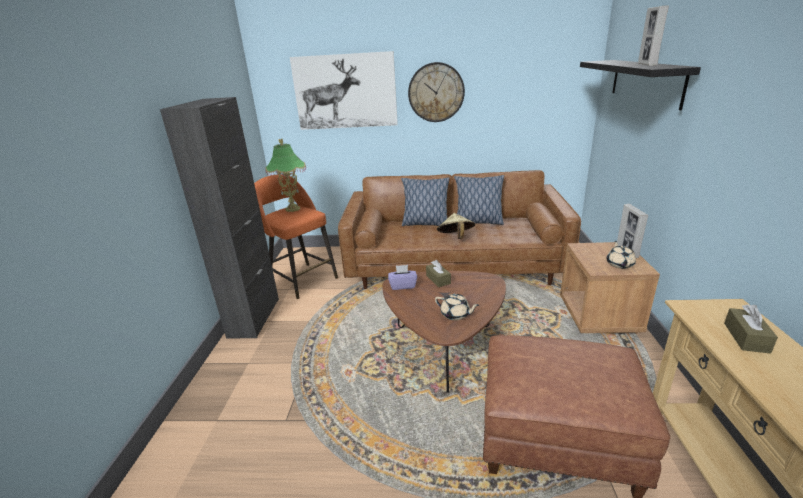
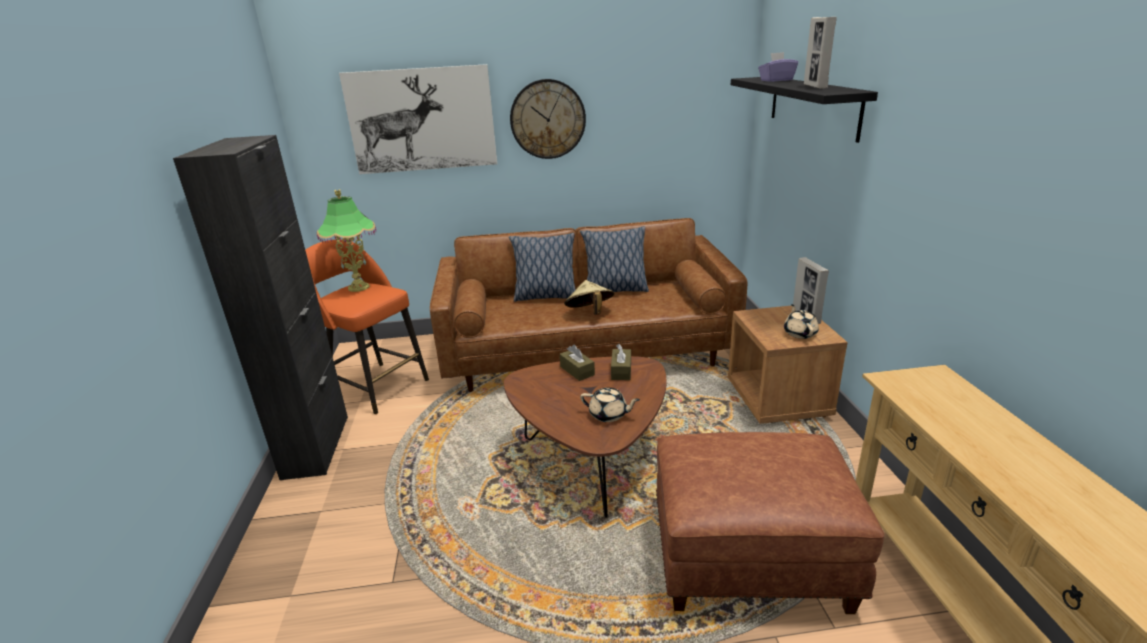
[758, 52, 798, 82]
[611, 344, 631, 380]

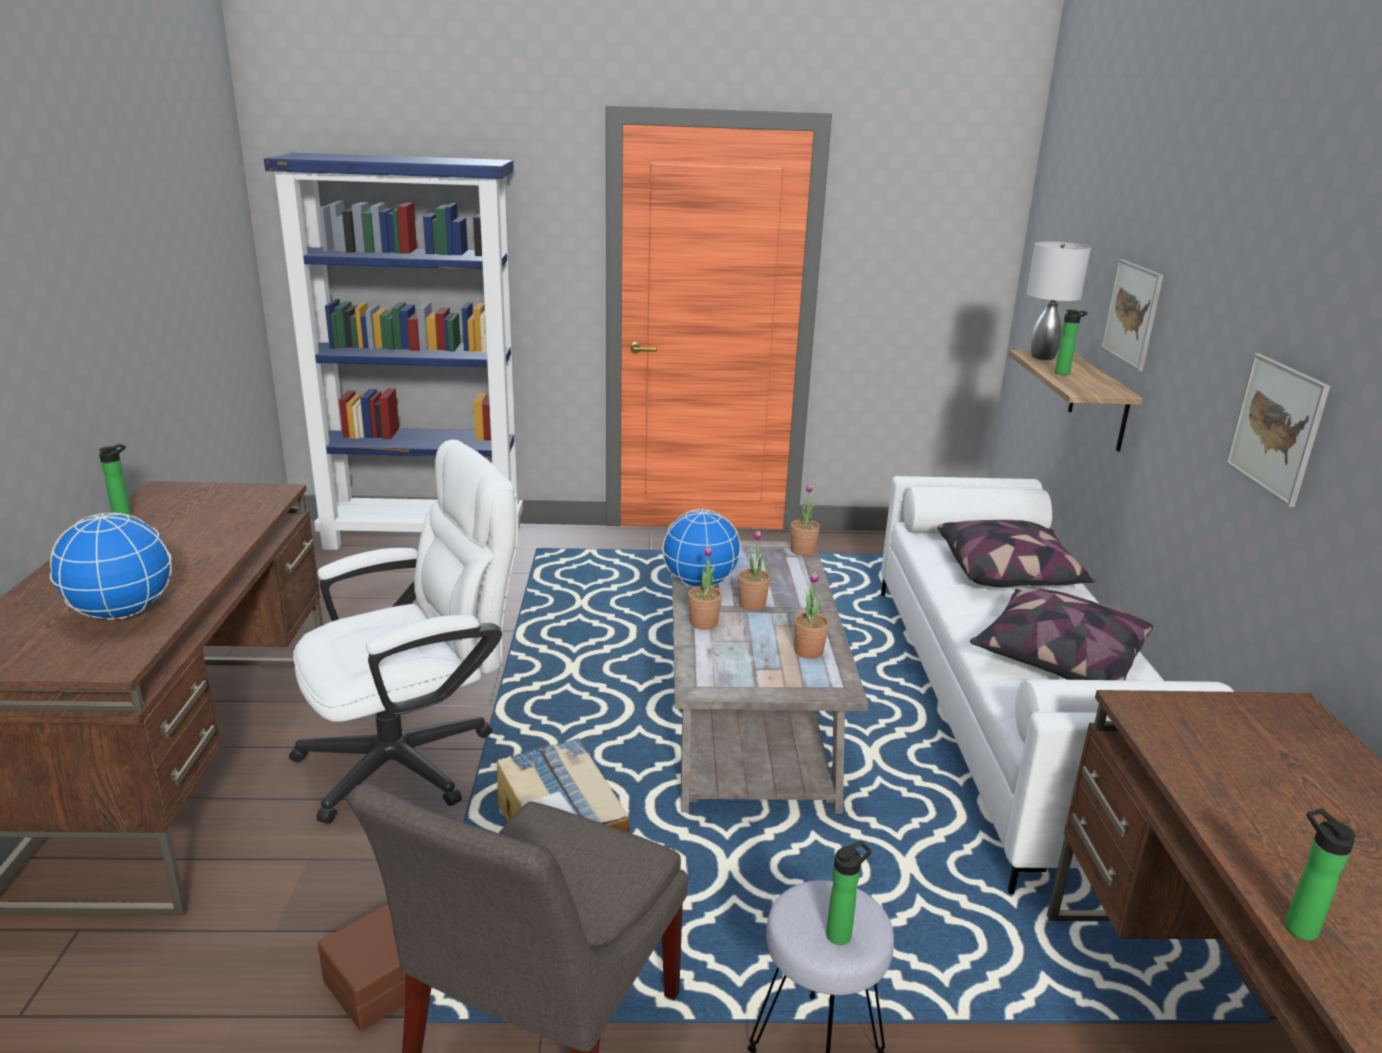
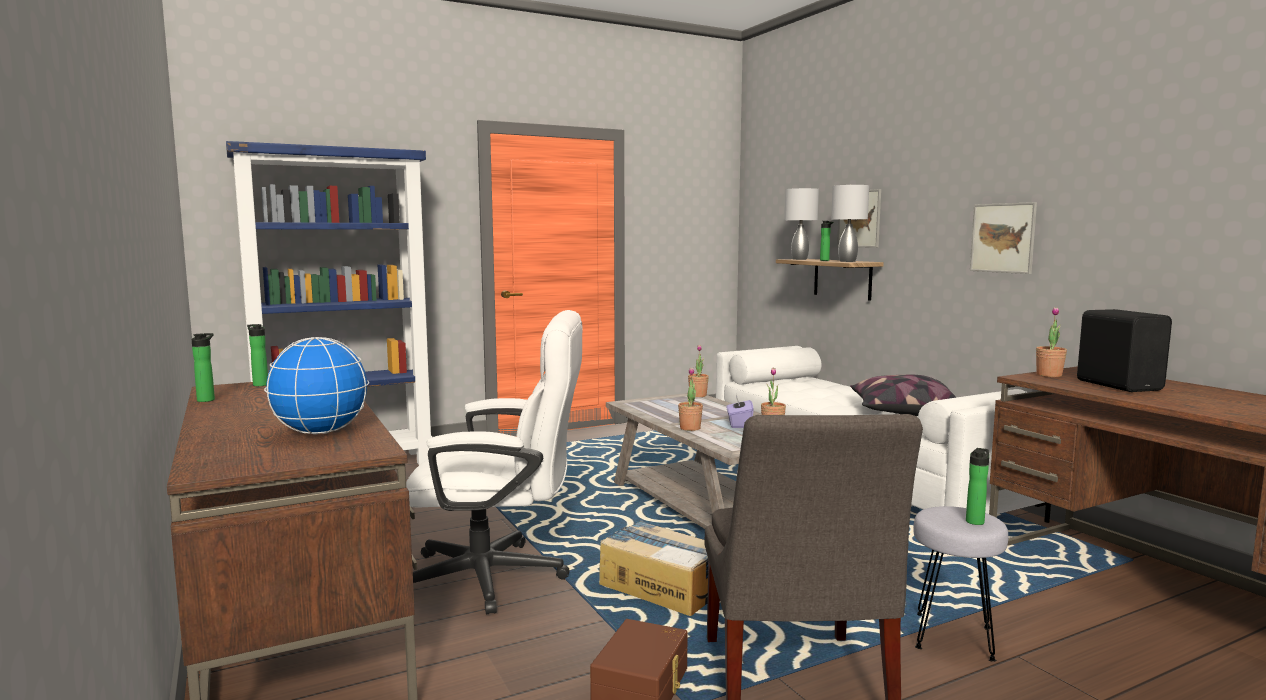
[662, 509, 741, 587] (first image)
[937, 520, 1095, 587] (first image)
[726, 395, 754, 428]
[831, 184, 869, 262]
[1077, 309, 1172, 392]
[1036, 307, 1067, 377]
[247, 324, 268, 386]
[406, 310, 582, 615]

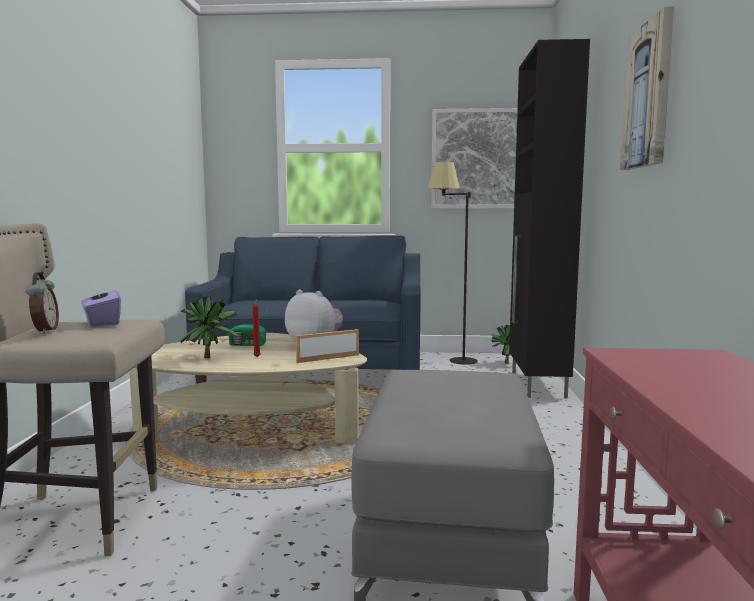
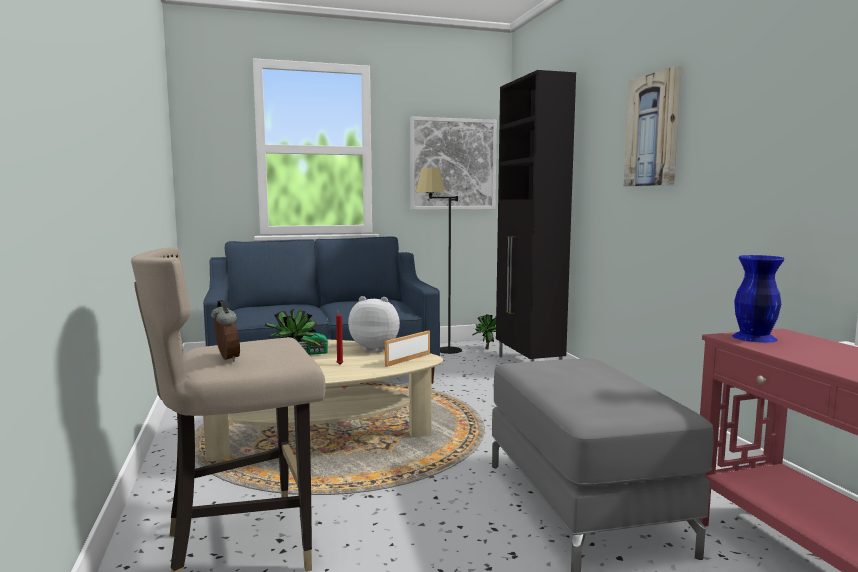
[81, 281, 121, 327] (first image)
[732, 255, 785, 343]

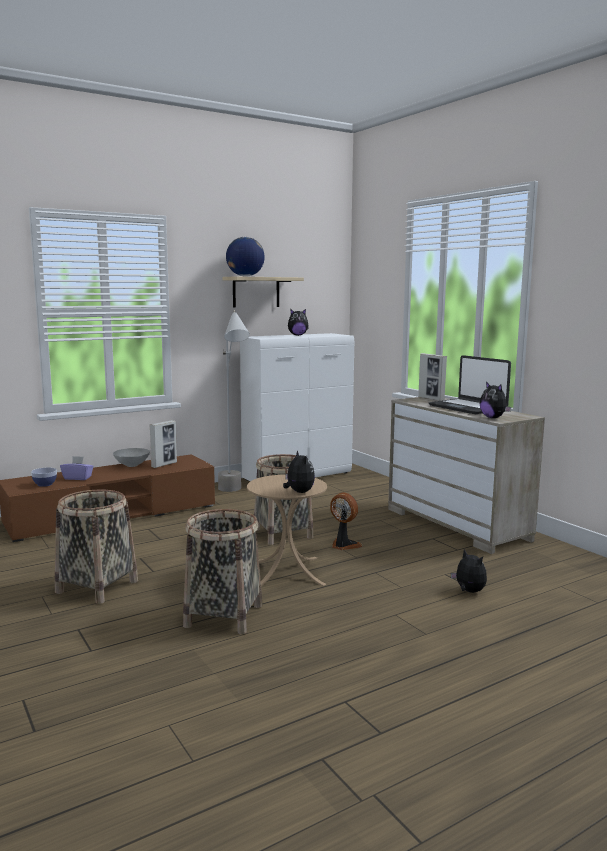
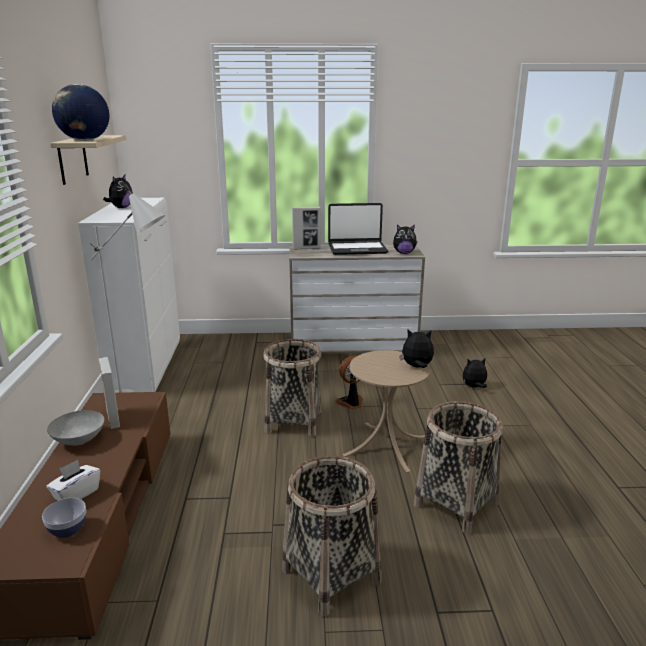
[47, 460, 100, 501]

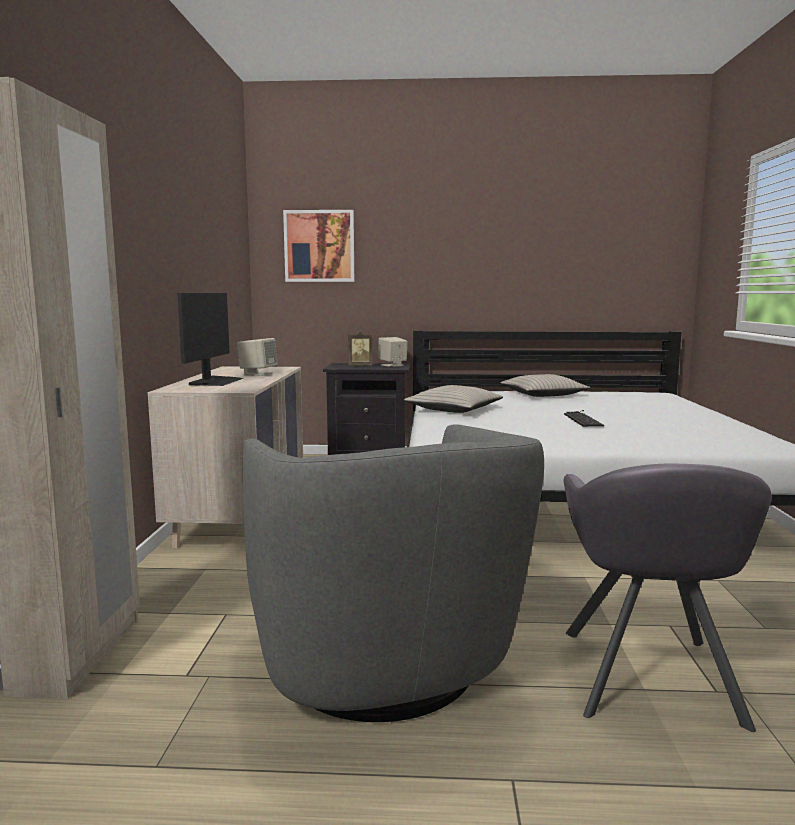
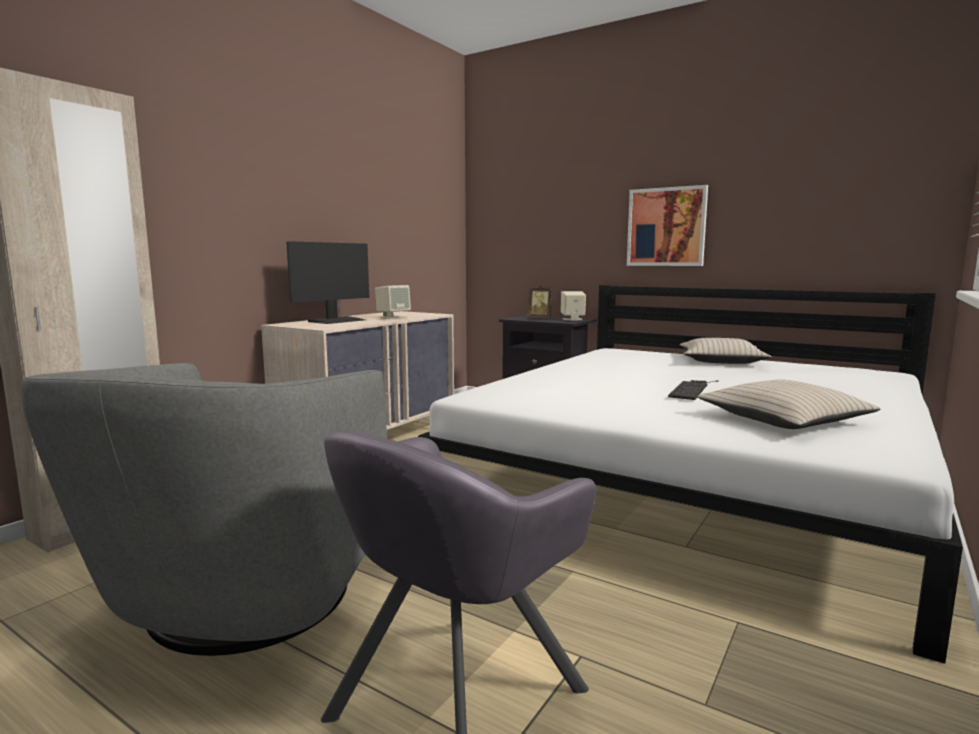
[627, 185, 708, 266]
[697, 379, 881, 429]

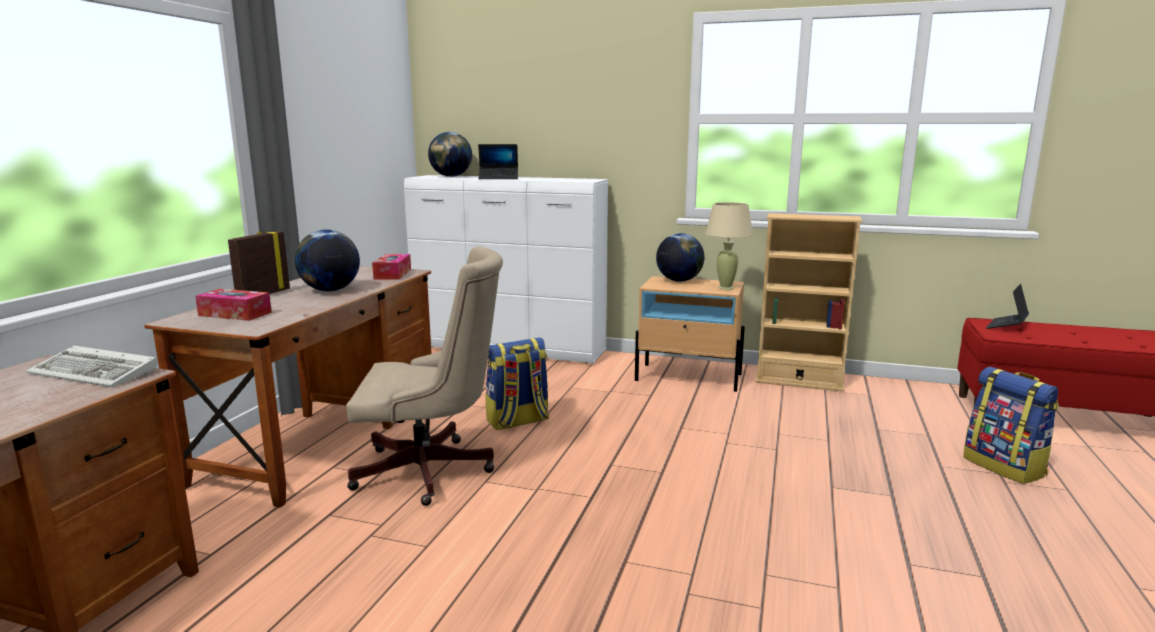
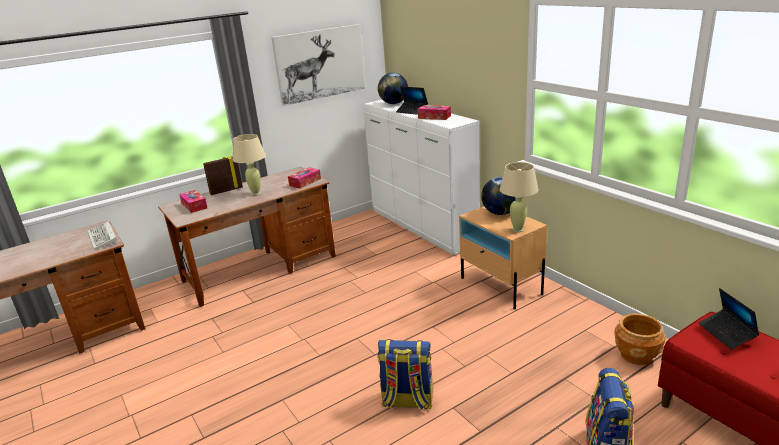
[346, 247, 503, 506] (first image)
[755, 213, 862, 392] (first image)
[271, 24, 365, 106]
[418, 105, 451, 120]
[615, 313, 665, 365]
[378, 339, 433, 411]
[233, 134, 266, 195]
[698, 288, 759, 349]

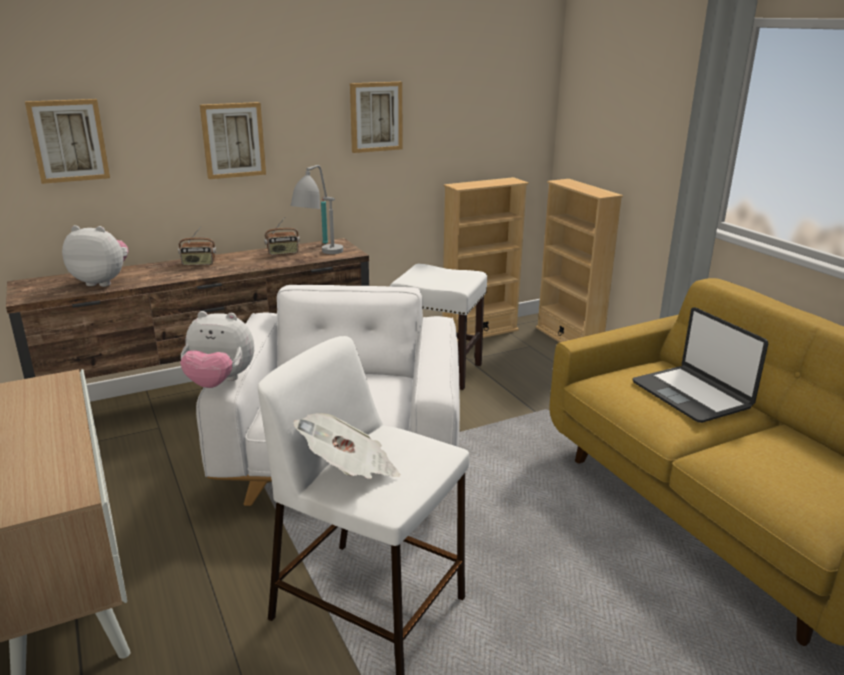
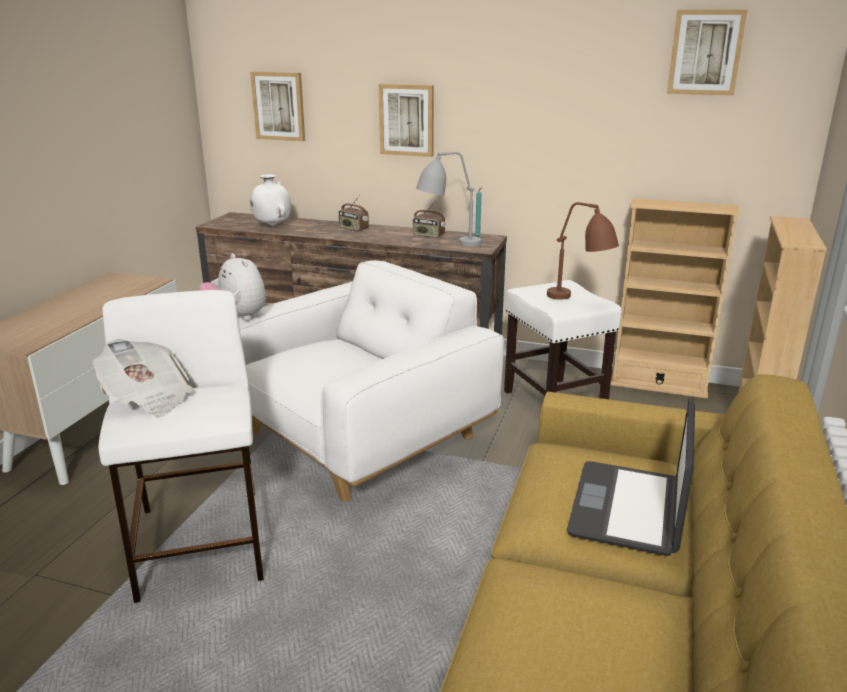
[547, 202, 619, 300]
[667, 10, 748, 96]
[250, 174, 291, 226]

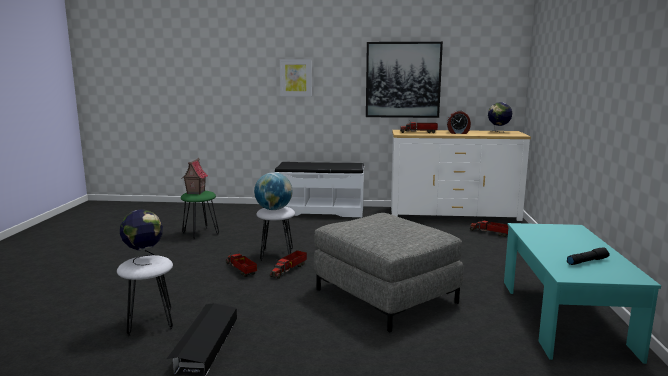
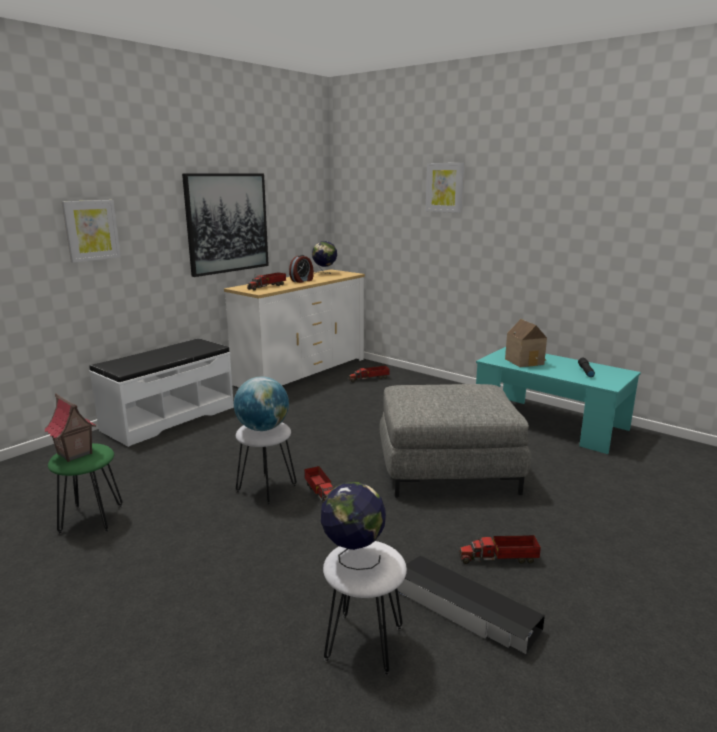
[425, 163, 464, 213]
[505, 319, 547, 367]
[459, 534, 541, 564]

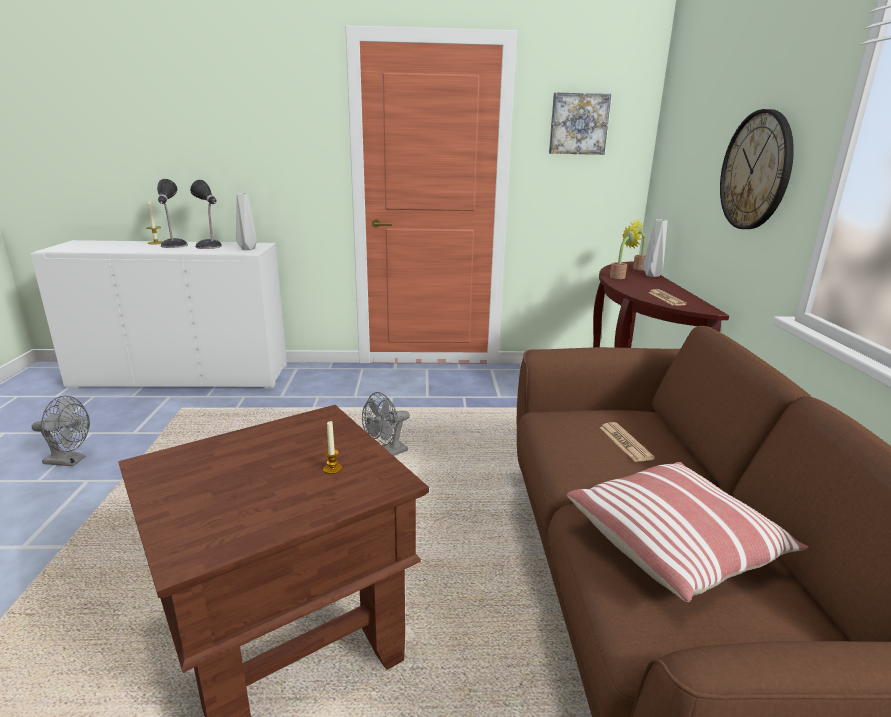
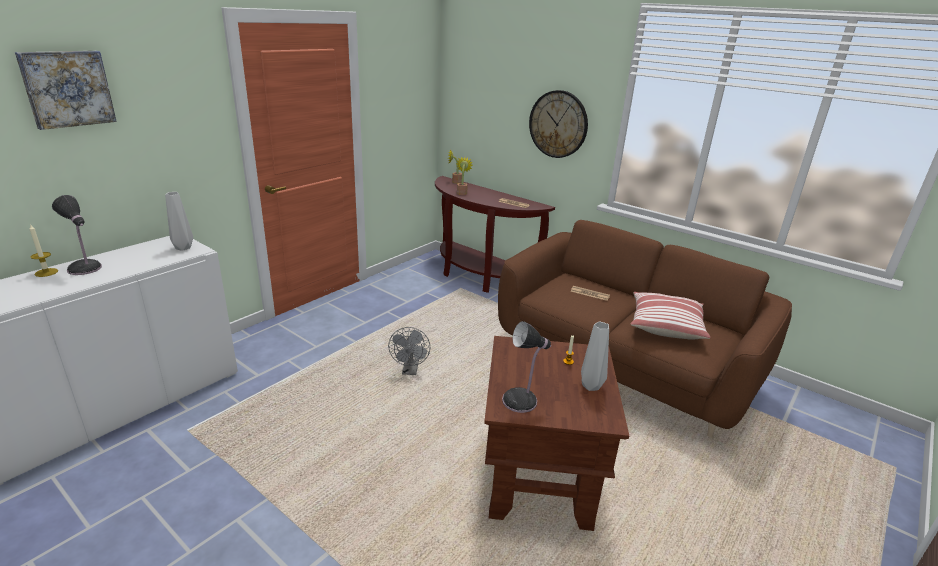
[32, 395, 90, 467] (first image)
[502, 321, 551, 413]
[15, 51, 117, 130]
[581, 321, 609, 391]

